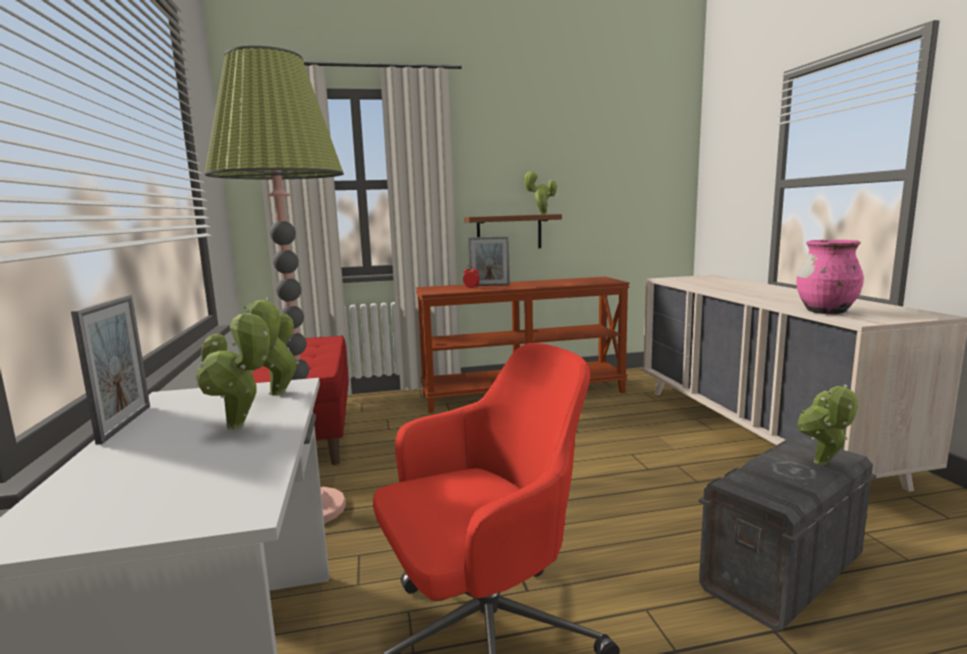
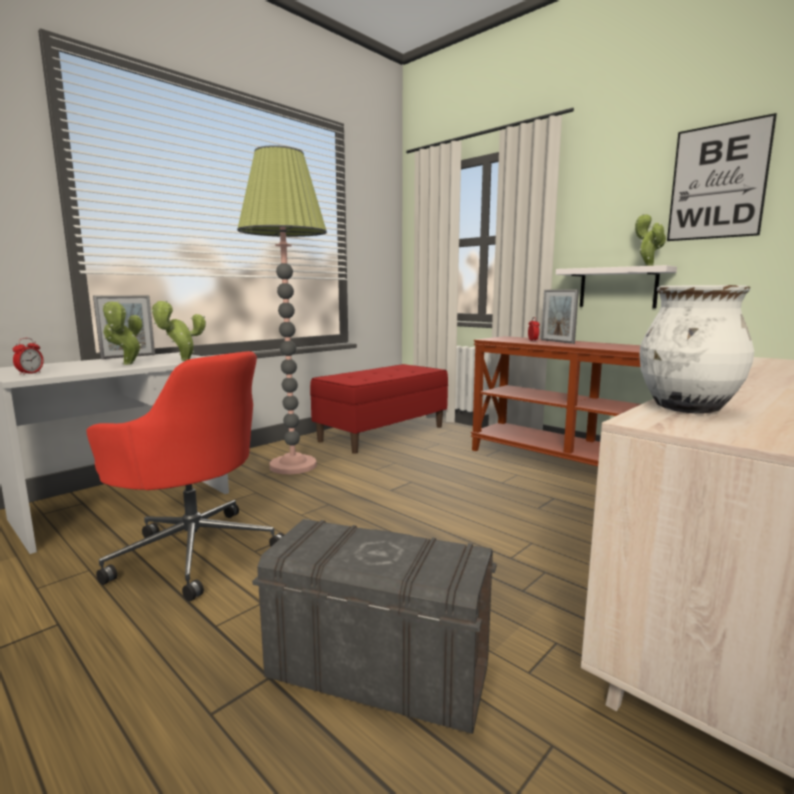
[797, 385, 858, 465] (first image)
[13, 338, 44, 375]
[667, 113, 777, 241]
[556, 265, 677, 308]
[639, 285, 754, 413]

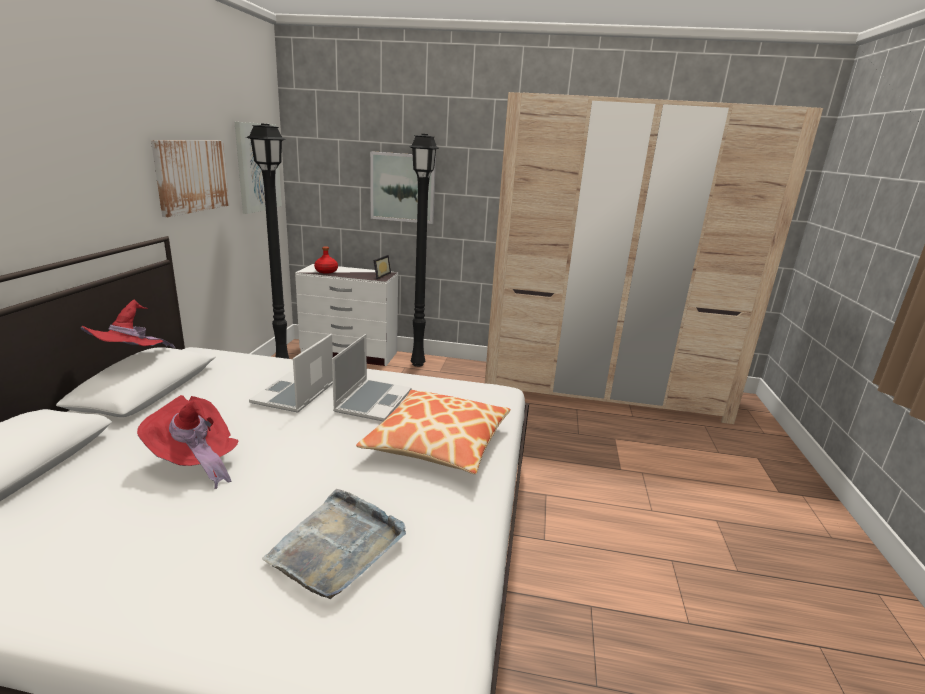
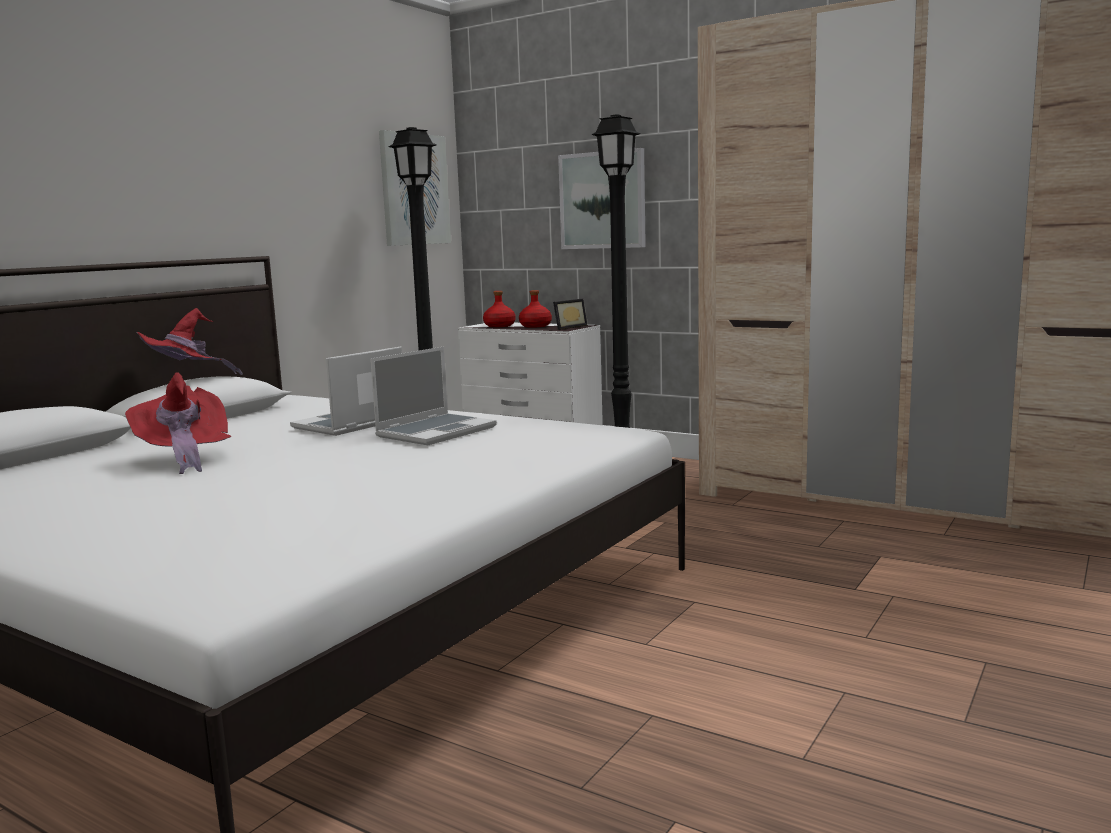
[151, 140, 229, 217] (first image)
[262, 489, 406, 599] (first image)
[356, 390, 511, 474] (first image)
[519, 290, 552, 328]

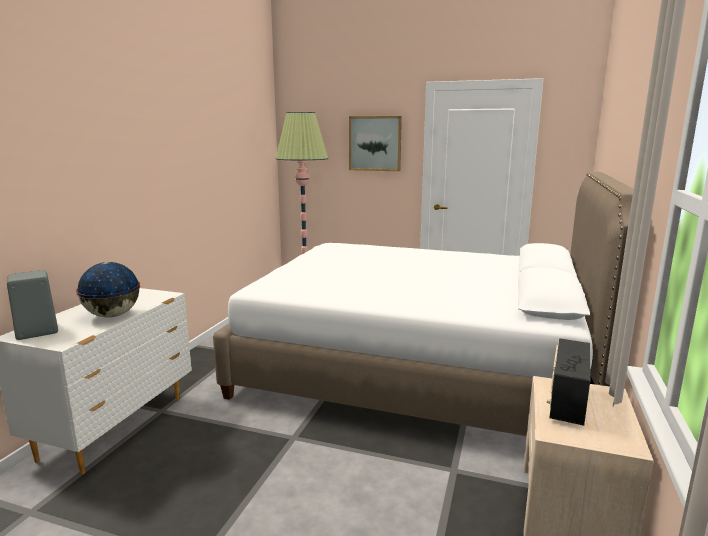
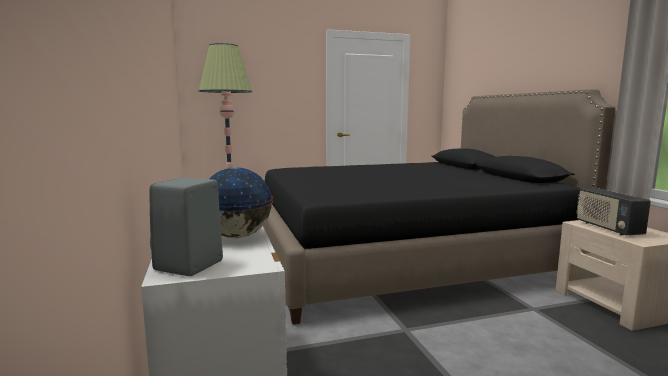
[349, 116, 402, 171] (first image)
[263, 89, 615, 324]

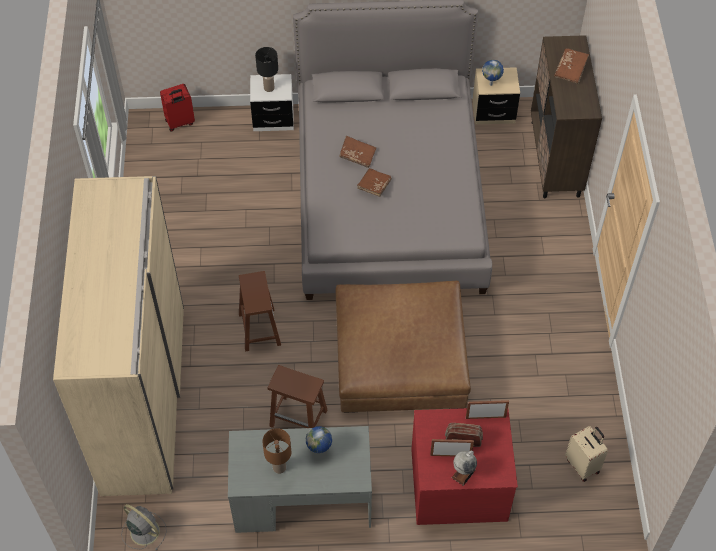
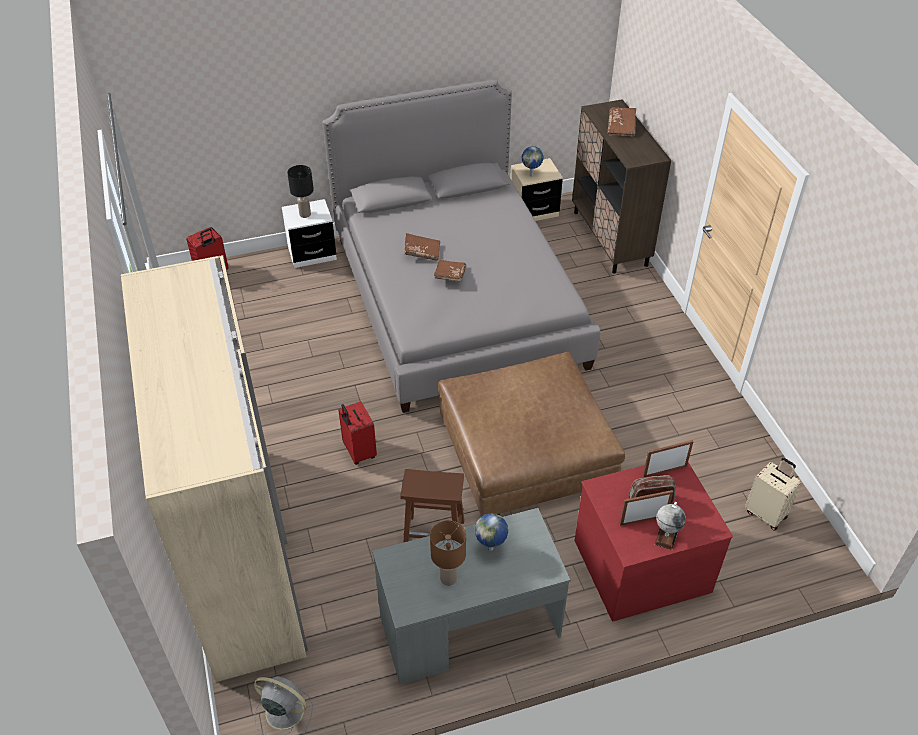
[338, 401, 377, 465]

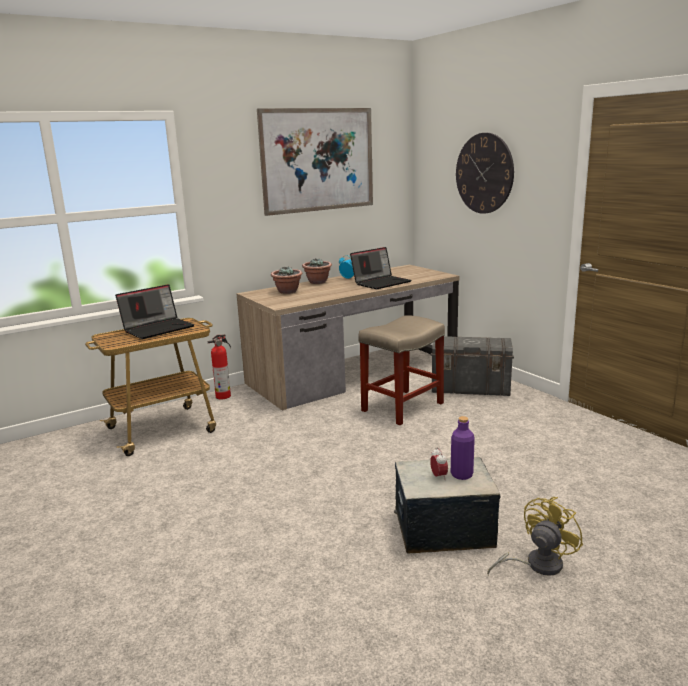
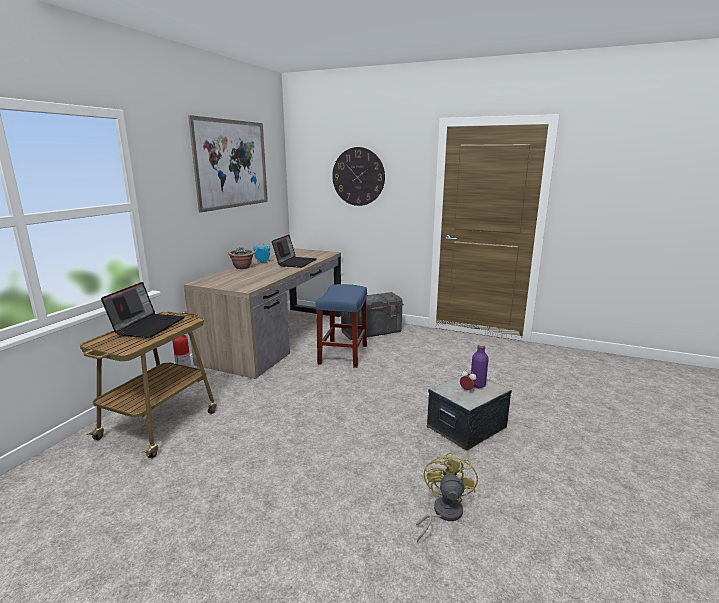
[271, 267, 302, 294] (first image)
[416, 452, 478, 542]
[315, 284, 367, 368]

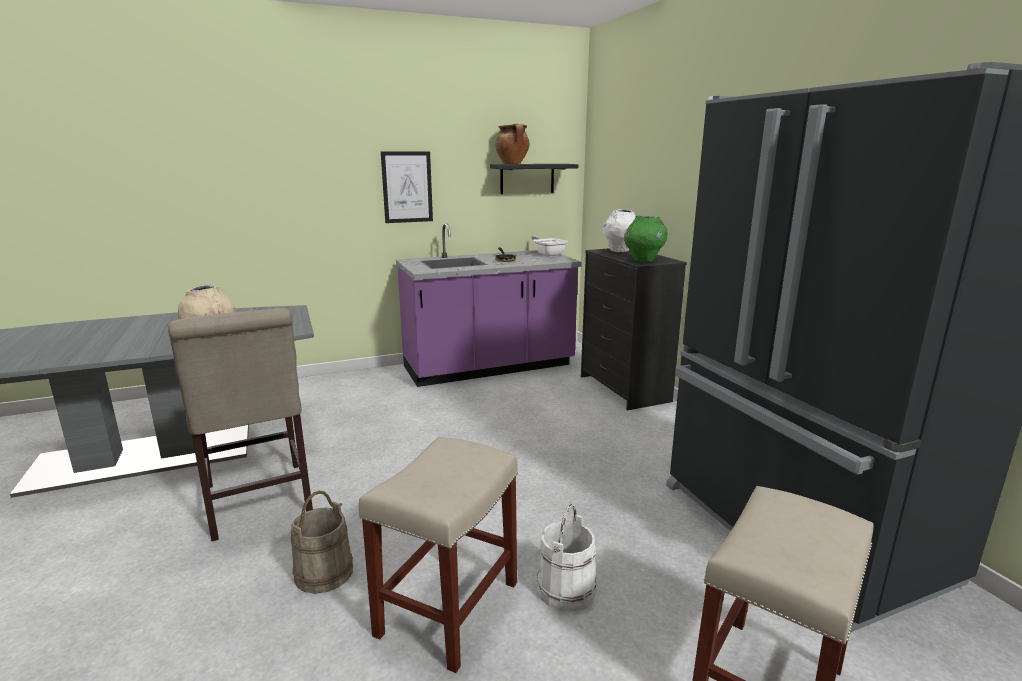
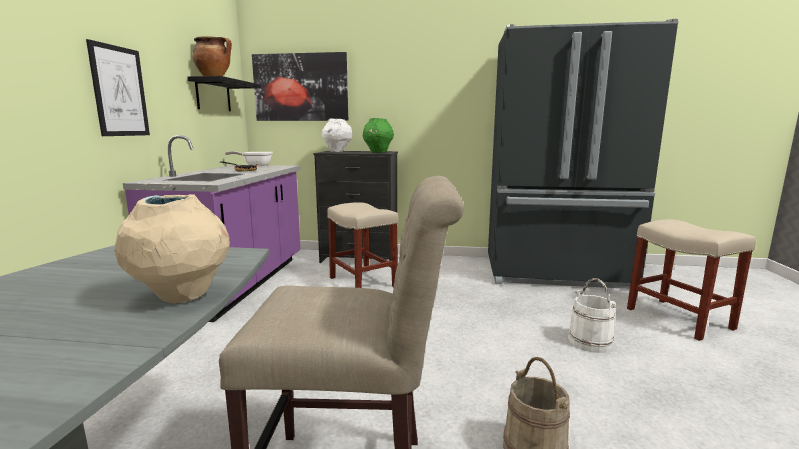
[252, 52, 348, 121]
[327, 202, 398, 288]

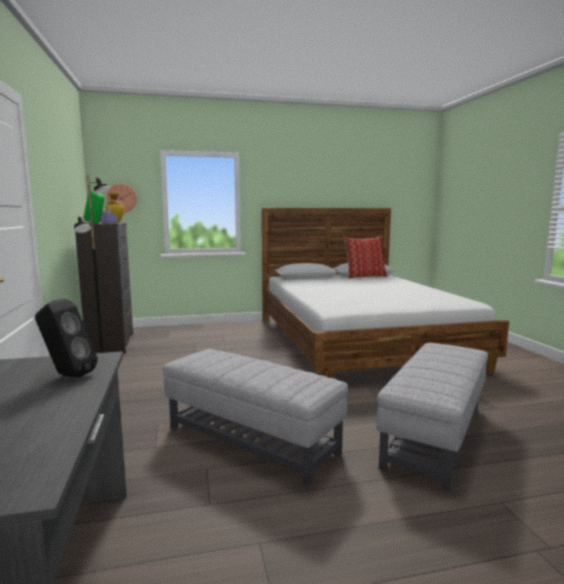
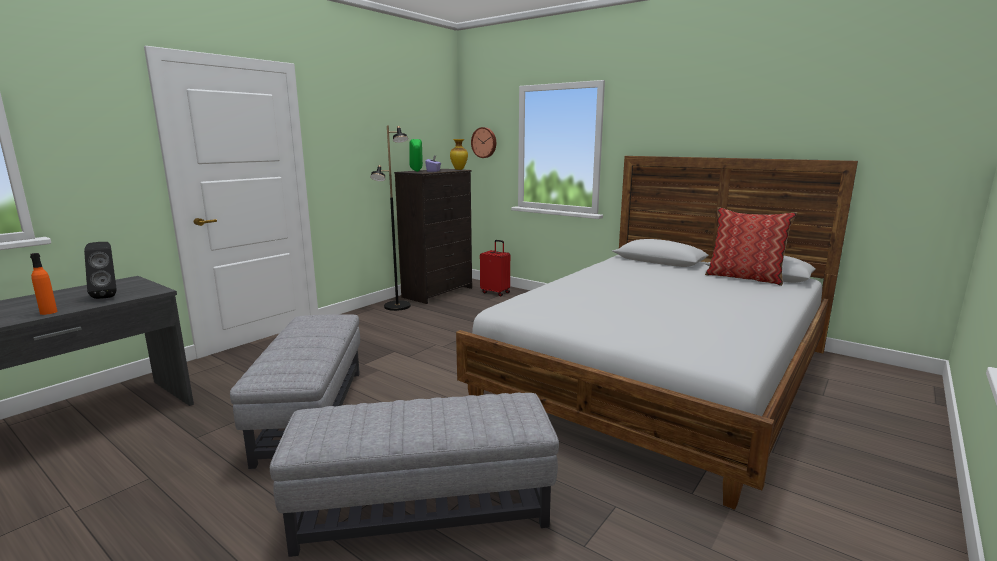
[30, 253, 57, 315]
[480, 240, 510, 296]

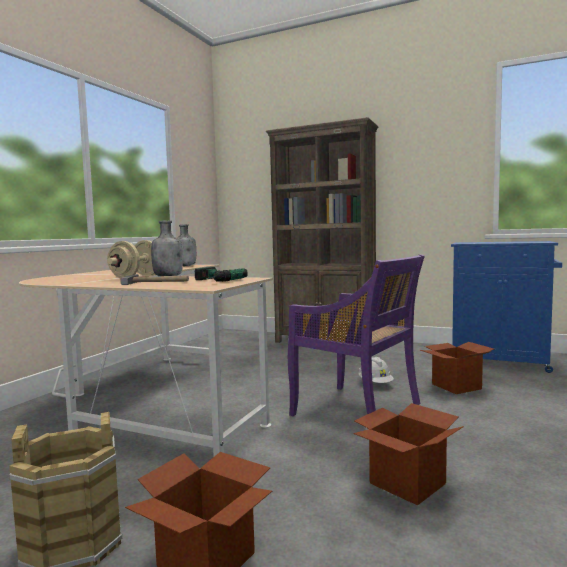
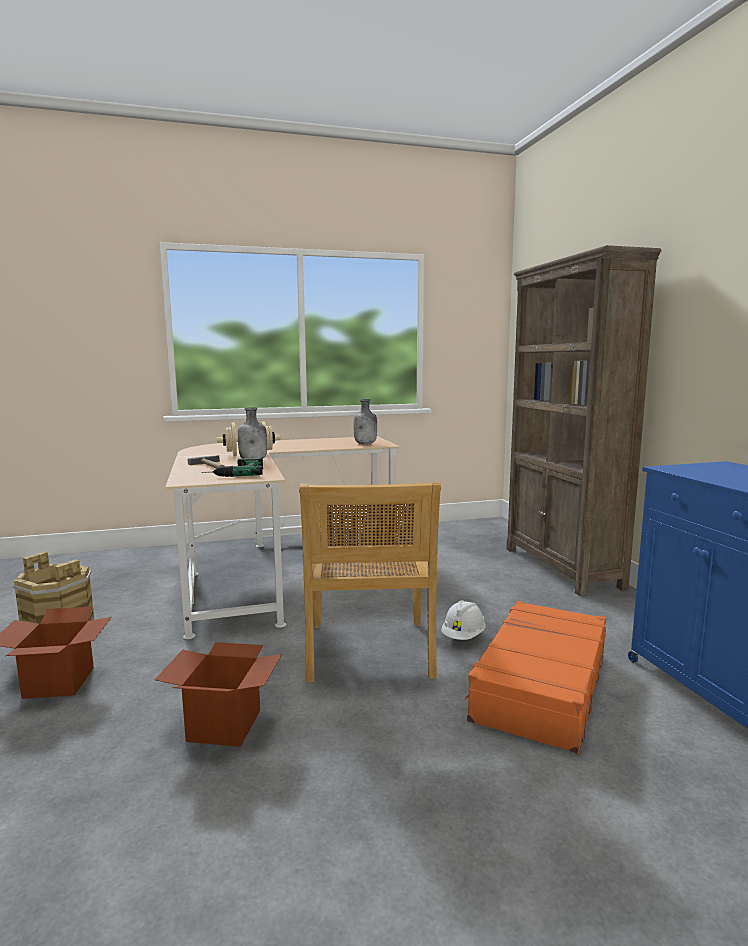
[464, 601, 606, 754]
[299, 482, 441, 682]

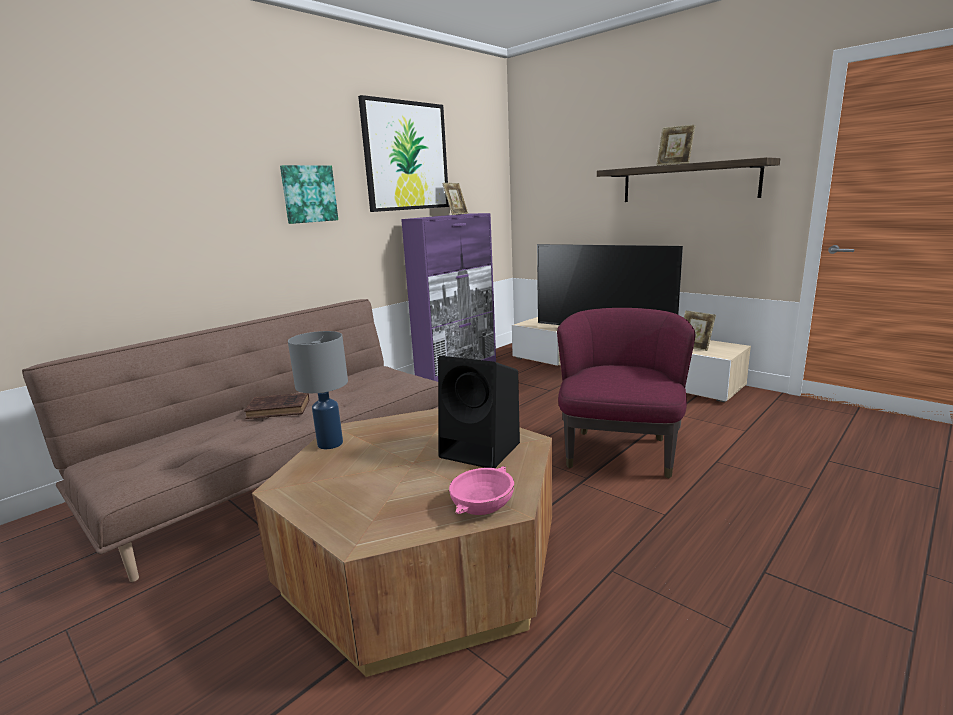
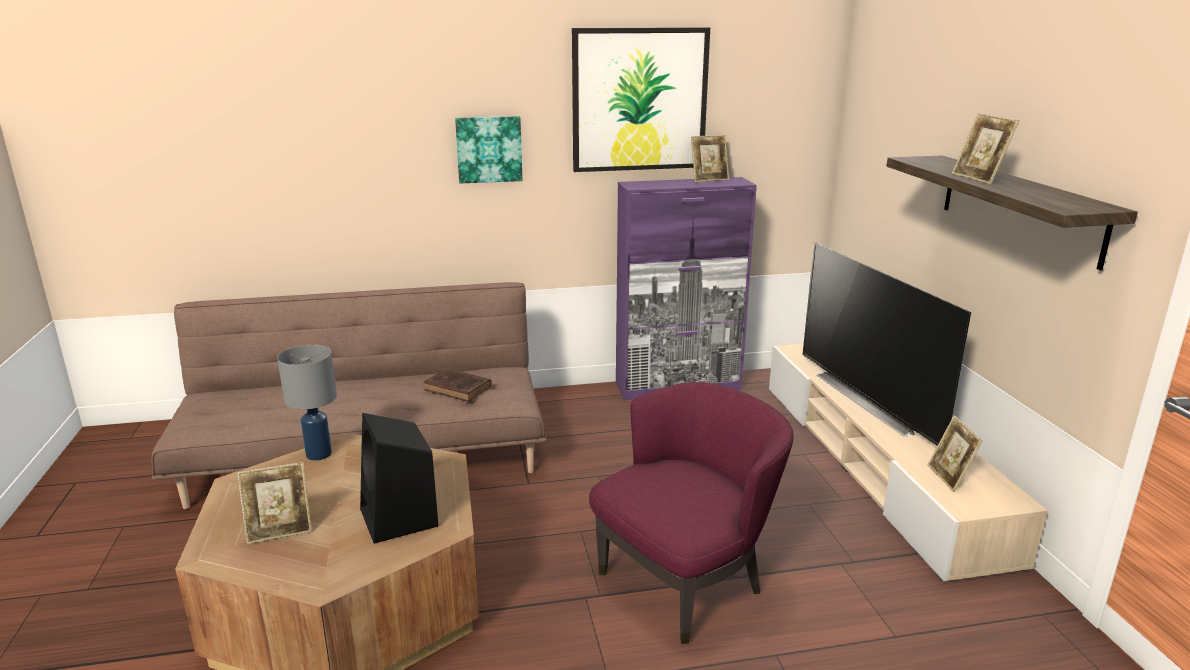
[449, 466, 514, 515] (first image)
[237, 462, 312, 544]
[424, 368, 492, 402]

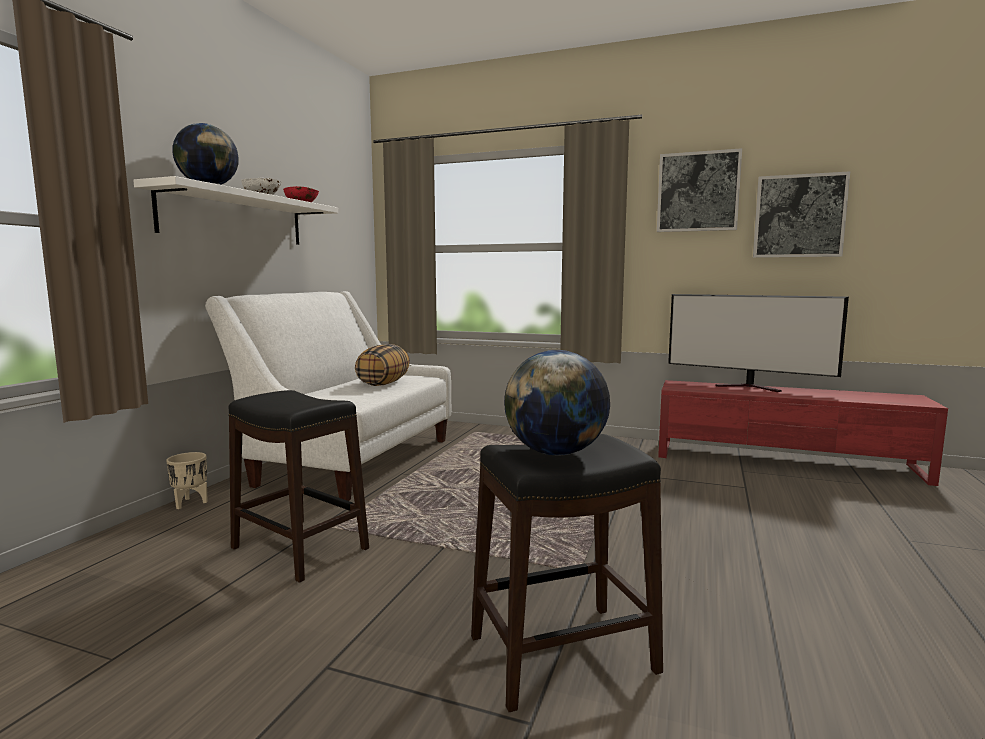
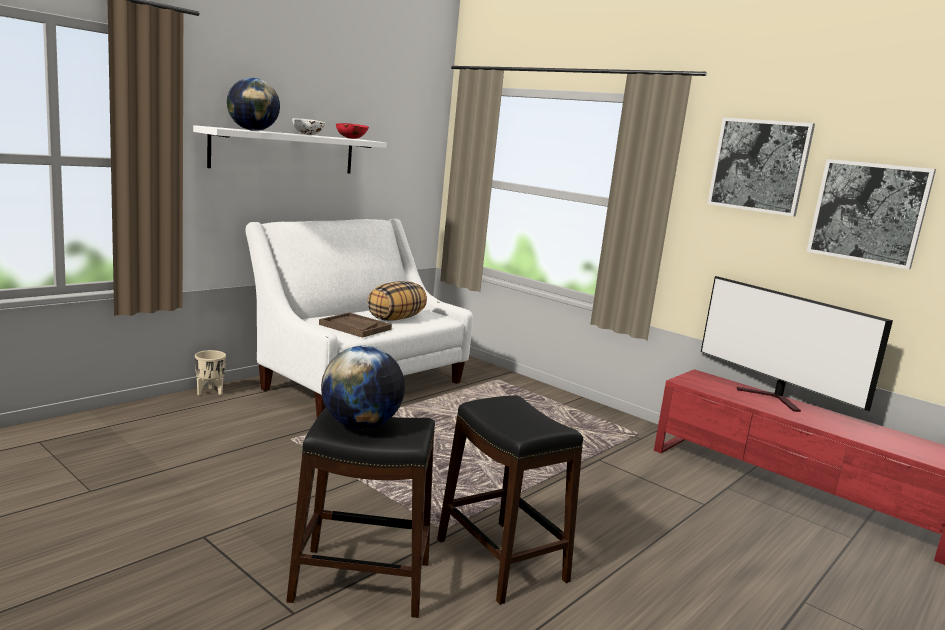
[319, 312, 392, 338]
[437, 396, 583, 605]

